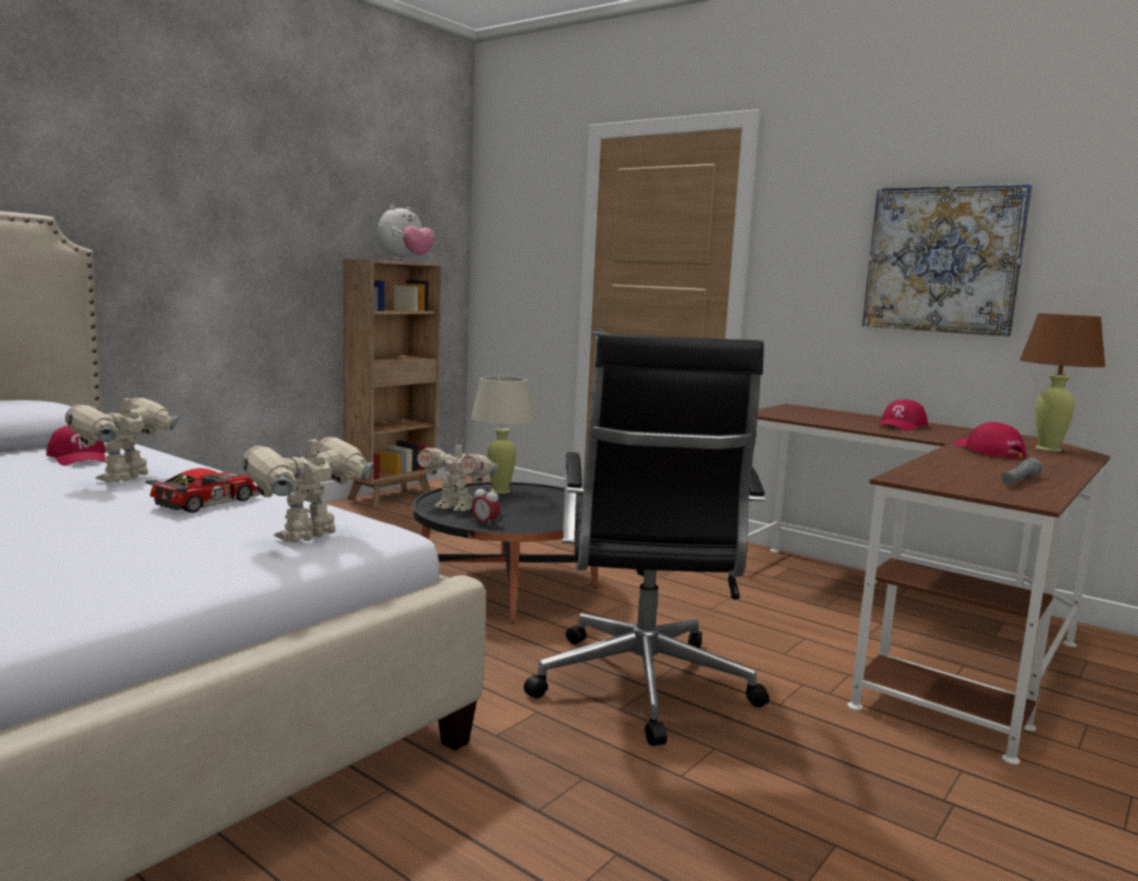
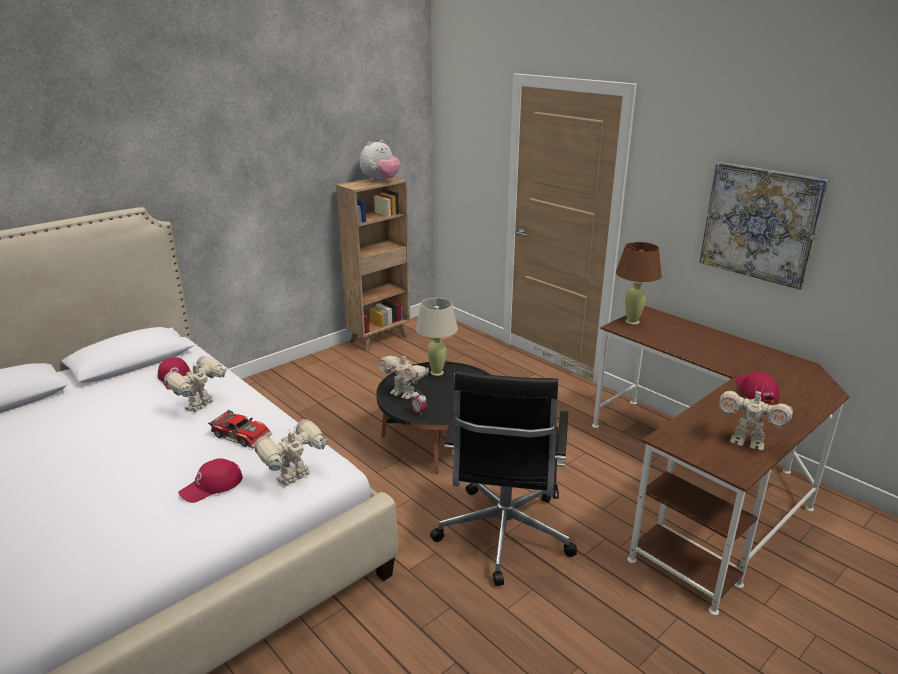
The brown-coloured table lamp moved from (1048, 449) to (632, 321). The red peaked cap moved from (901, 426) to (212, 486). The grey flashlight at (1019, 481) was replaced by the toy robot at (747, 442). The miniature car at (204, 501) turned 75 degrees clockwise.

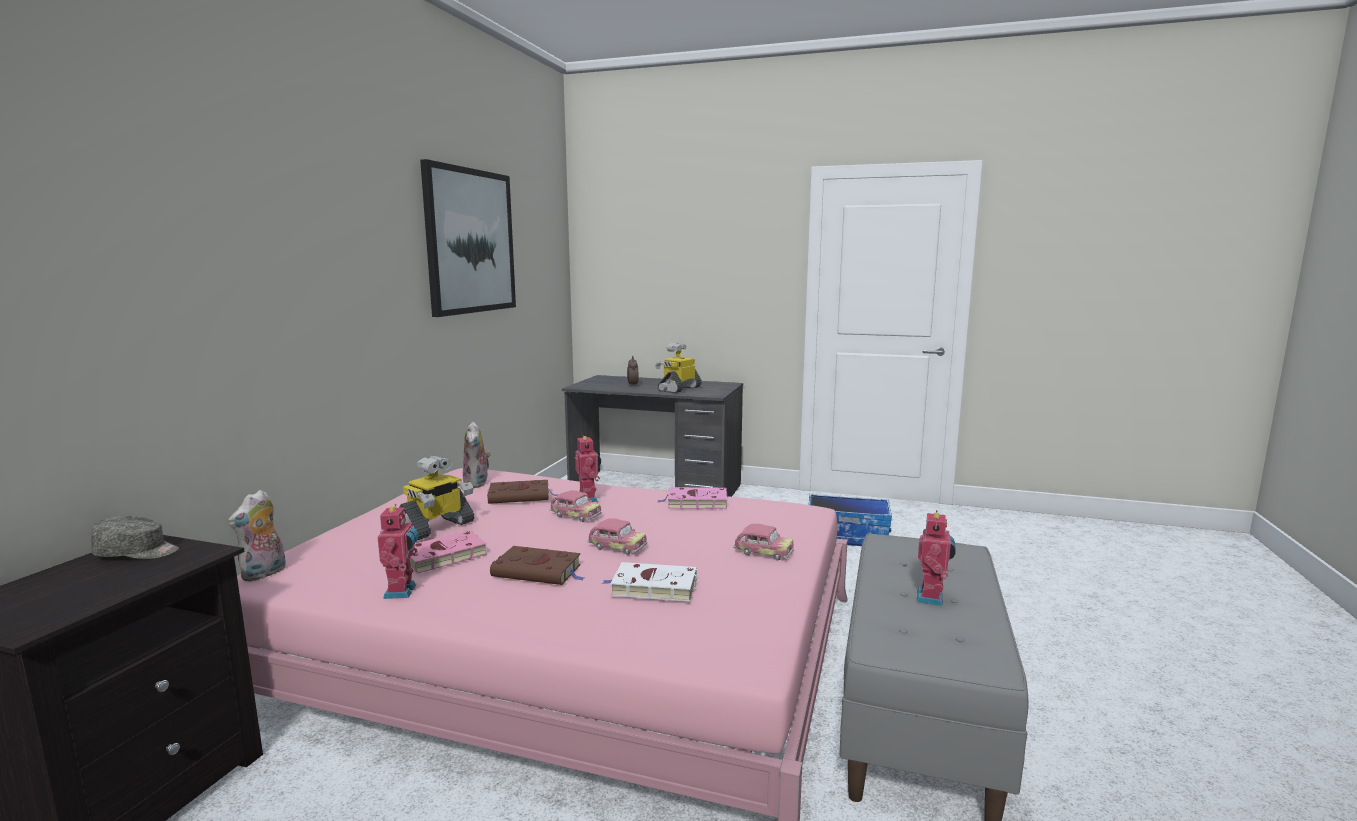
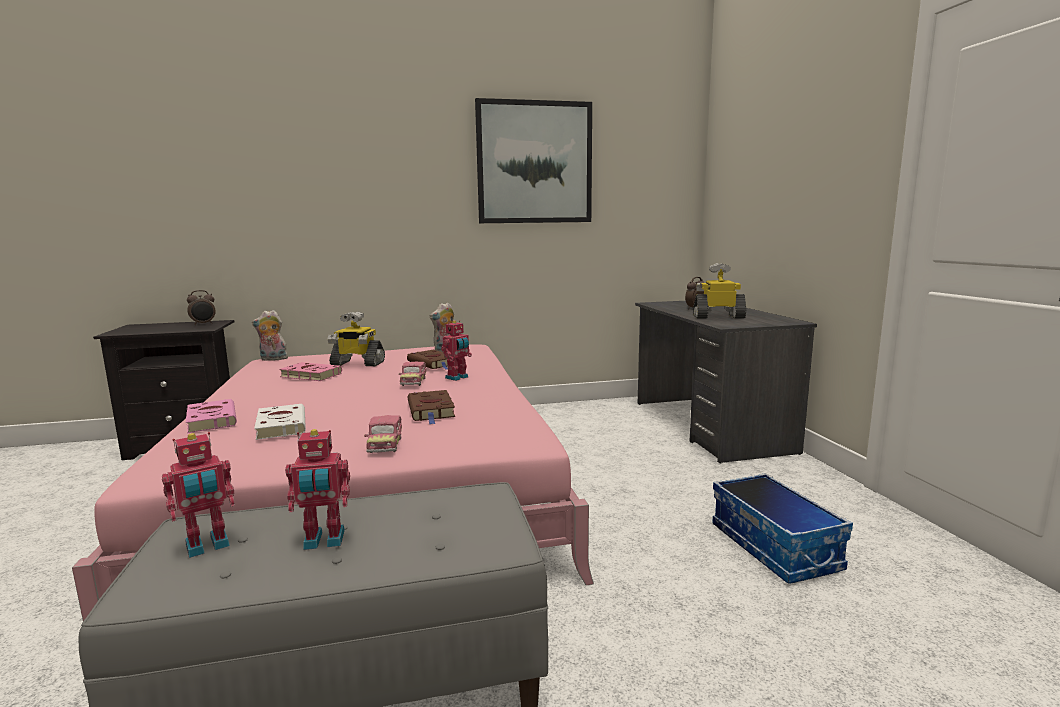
The pinkish book moved from (695, 502) to (211, 419). The toy robot moved from (402, 591) to (208, 546). The grey peaked cap at (138, 553) was replaced by the alarm clock at (203, 324). The miniature car at (617, 547) disappeared. The brown-coloured book moved from (539, 571) to (431, 410).

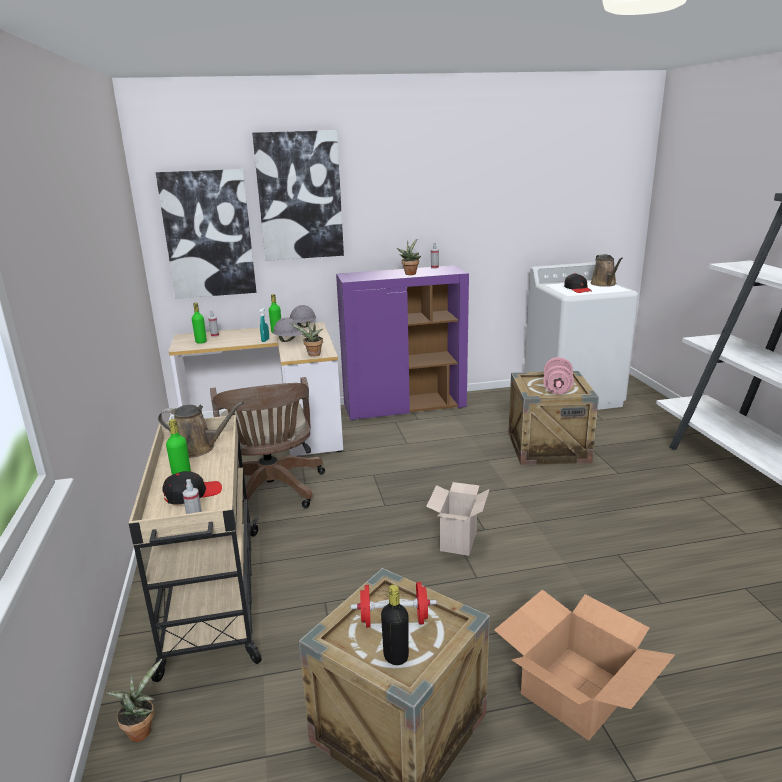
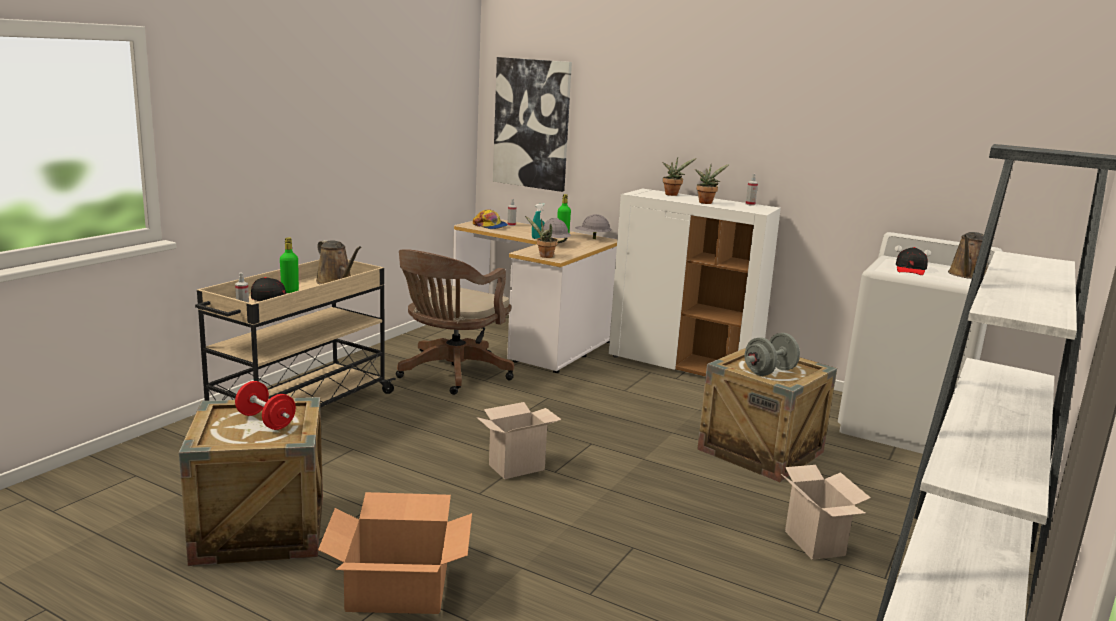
The wall picture at (299, 196) disappeared. The purple-coloured cabinet at (405, 407) became the white-coloured cabinet at (684, 365). The green-coloured bottle at (201, 342) was replaced by the peaked cap at (490, 226). The pinkish hand weight at (557, 388) became the grey hand weight at (769, 371). The black bottle at (396, 657) disappeared. The potted plant moved from (141, 729) to (672, 194). The carton at (817, 544) appeared.

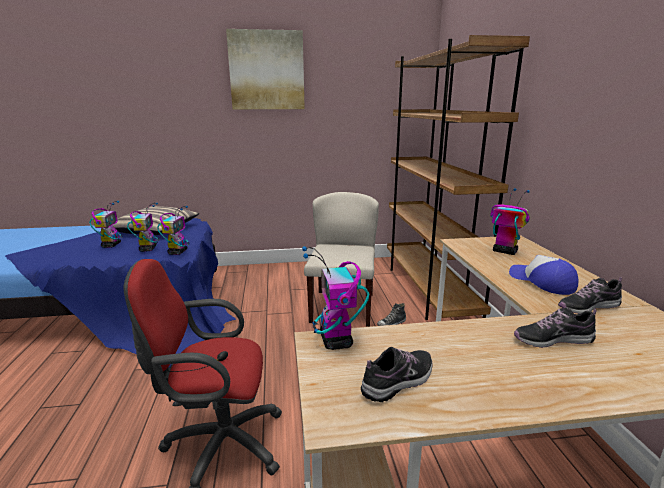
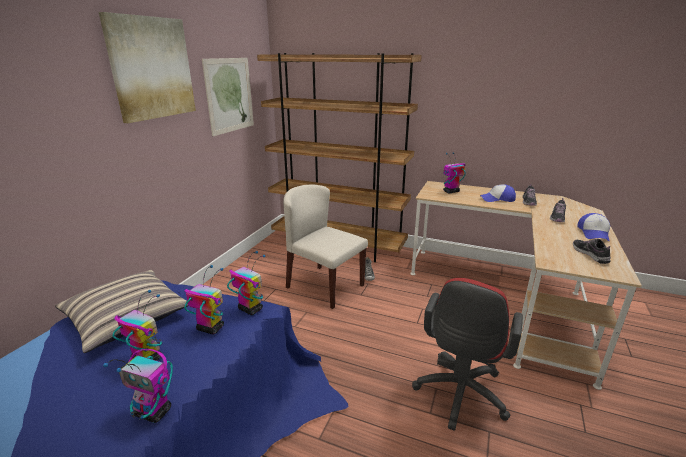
The toy robot moved from (336, 341) to (154, 412). The wall picture at (229, 95) appeared. The peaked cap at (594, 233) appeared.

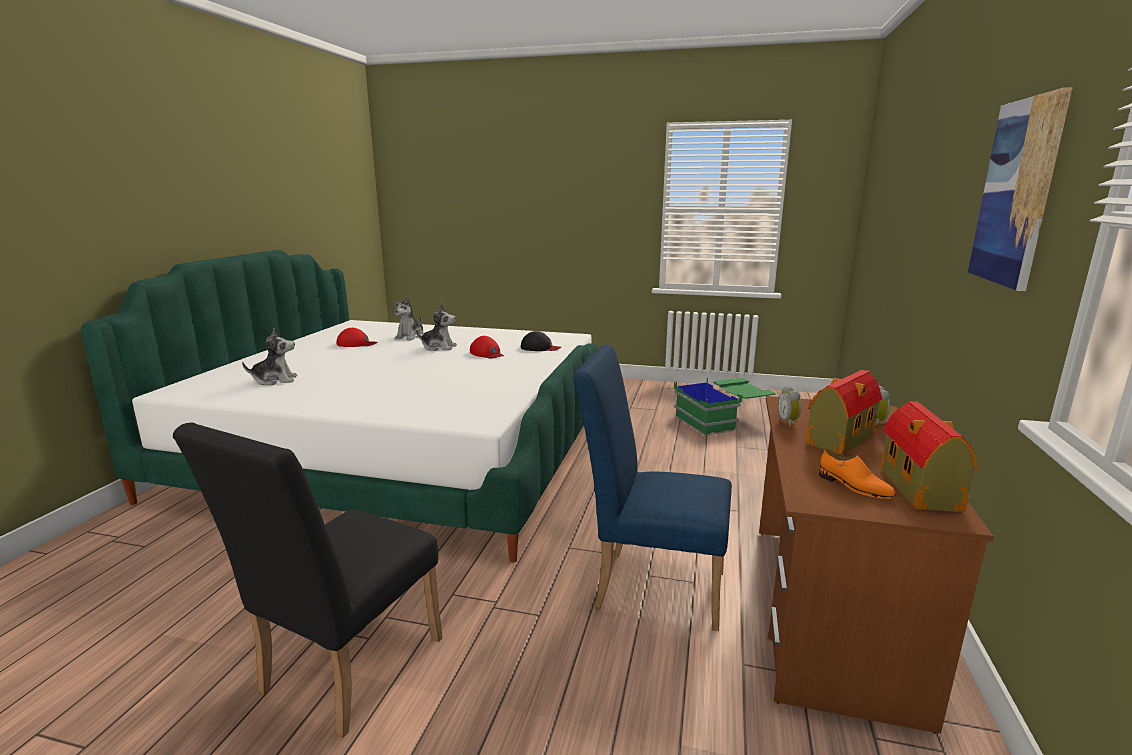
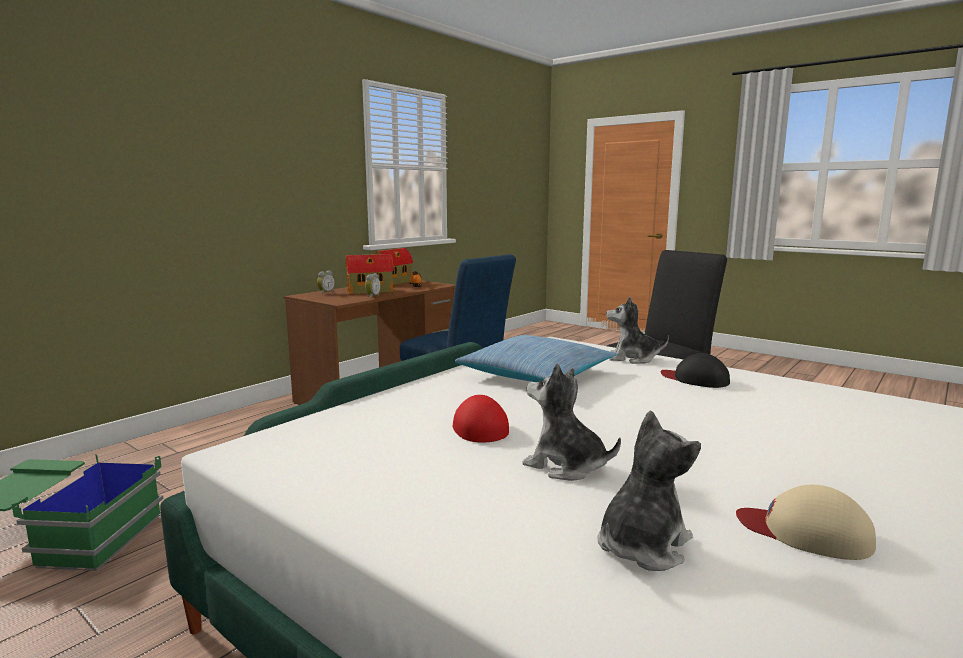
The wall picture at (1016, 193) disappeared. The soft toy moved from (275, 380) to (632, 358). The red peaked cap at (356, 344) became the beige peaked cap at (805, 532). The black peaked cap moved from (540, 348) to (695, 379). The throw pillow at (537, 375) appeared.

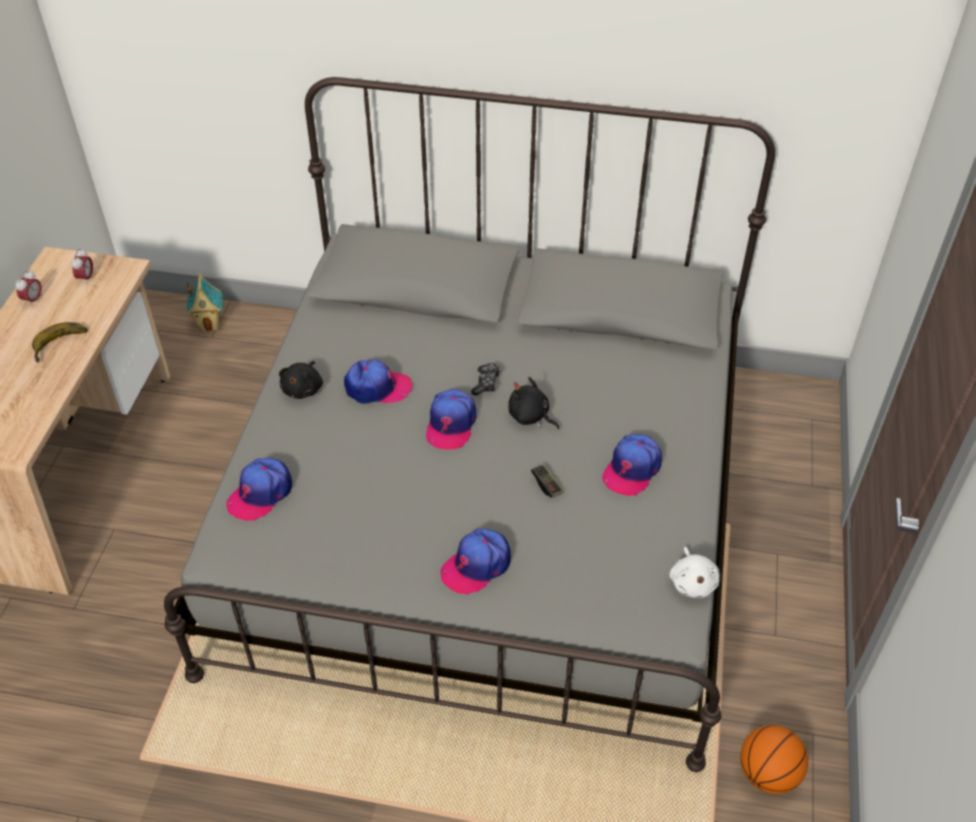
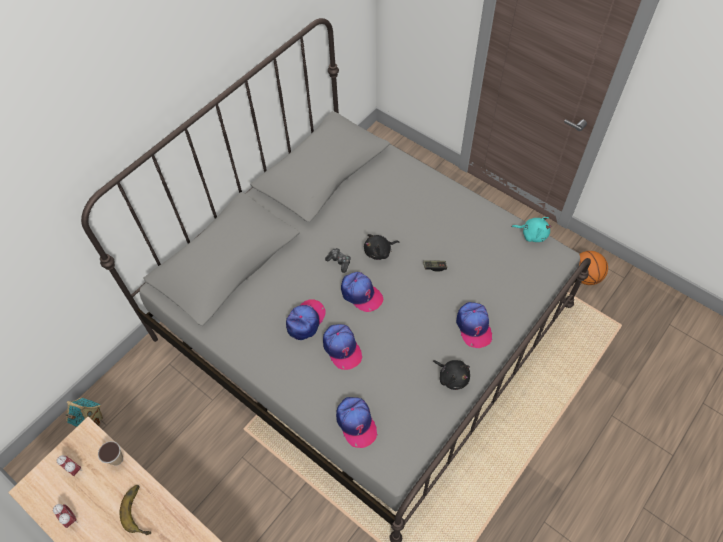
The black soft toy moved from (303, 388) to (452, 377). The peaked cap moved from (631, 469) to (342, 348). The white-coloured soft toy at (692, 582) became the blue-green soft toy at (532, 234). The cup at (117, 459) appeared.

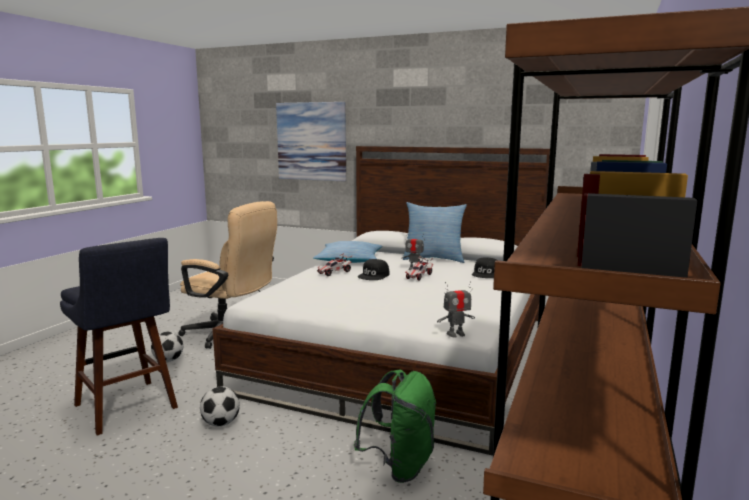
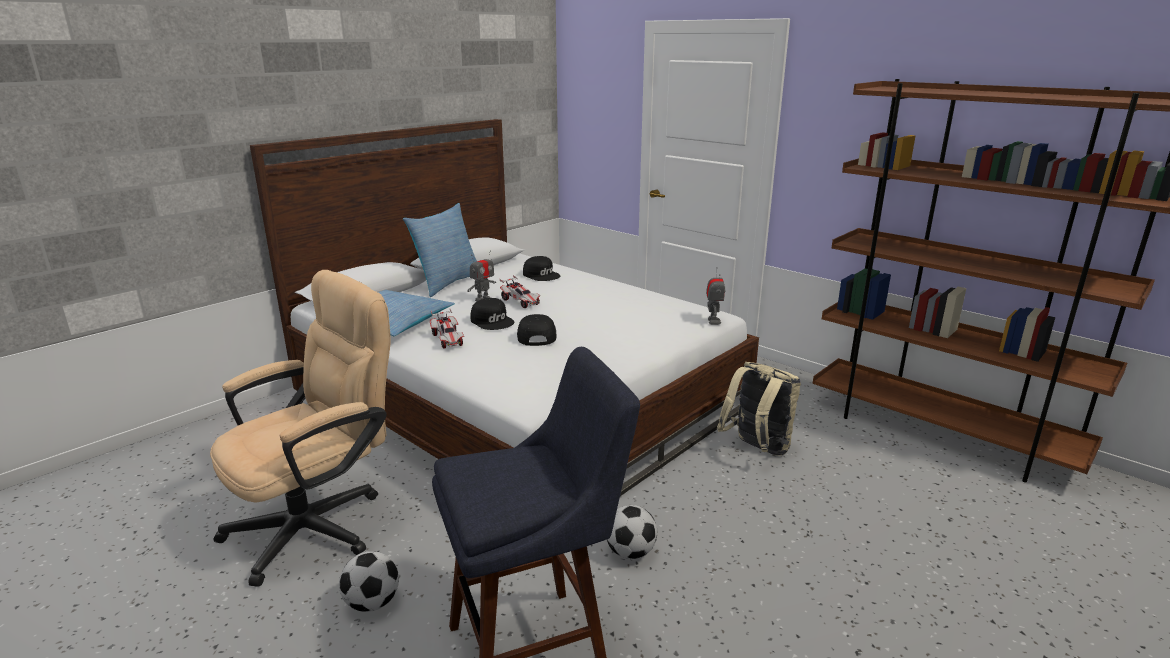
The wall picture at (311, 141) disappeared. The green-coloured backpack at (400, 466) became the beige backpack at (757, 449). The black peaked cap at (535, 336) appeared.

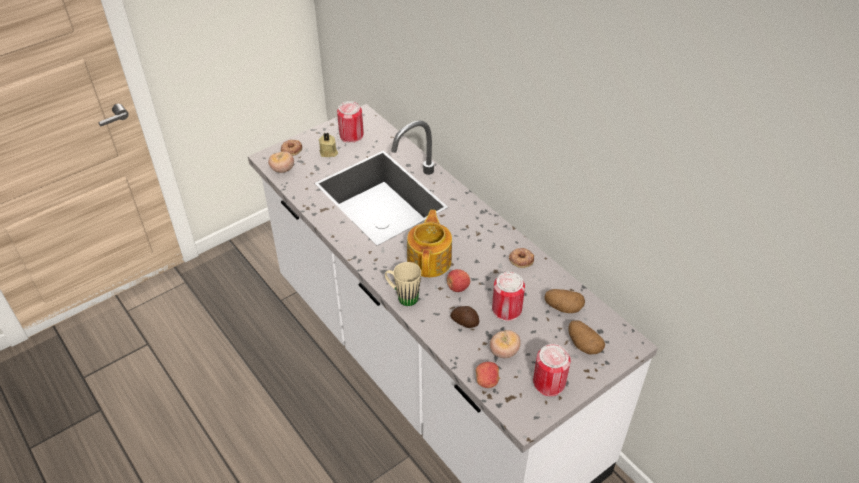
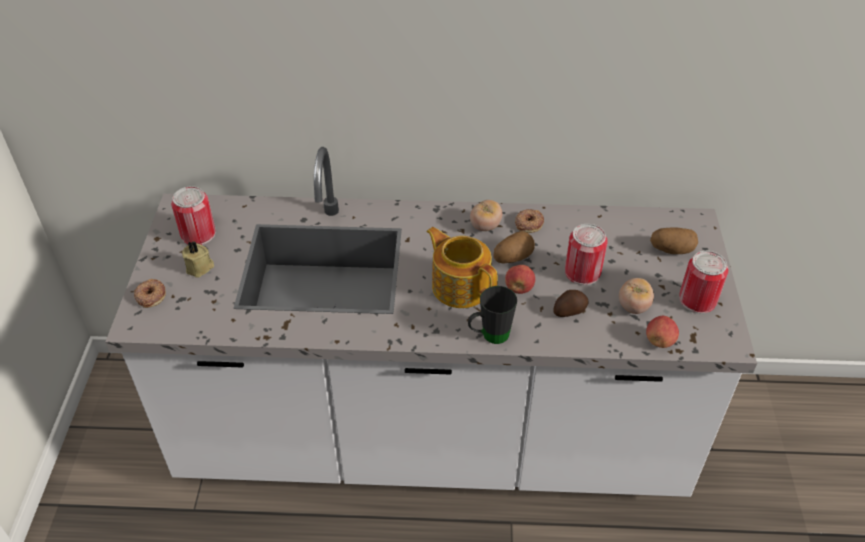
The fresh tomato moved from (282, 169) to (485, 226). The beige coffee mug at (403, 296) became the black coffee mug at (489, 336). The potato moved from (563, 307) to (512, 257).

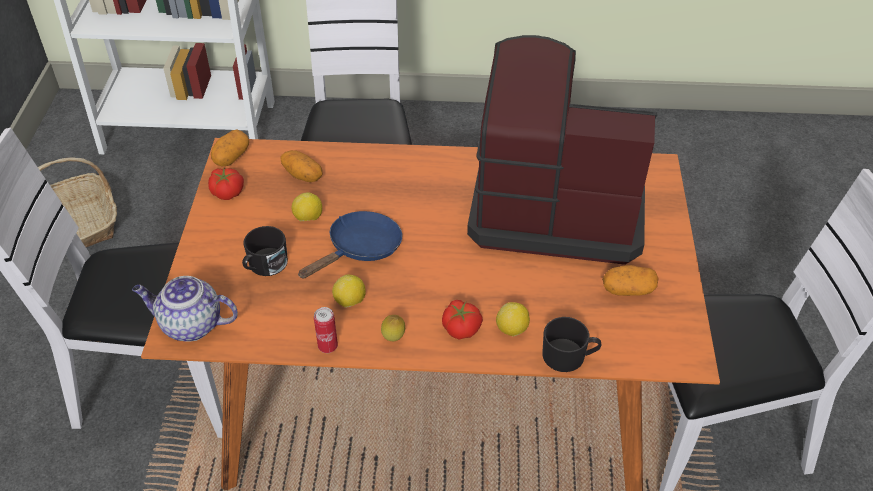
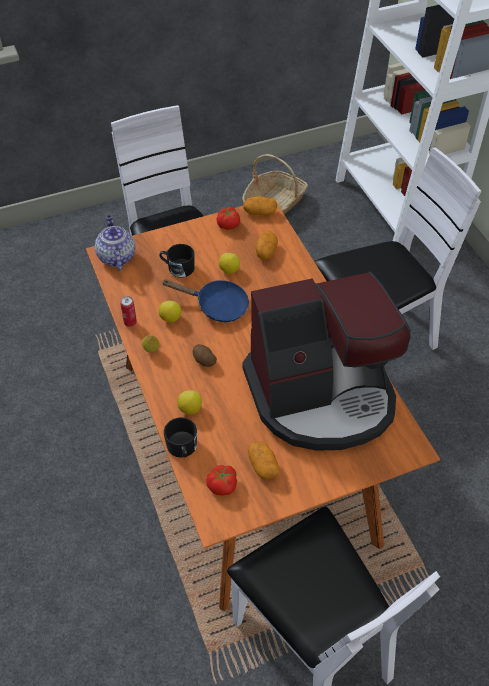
The coffee maker at (554, 207) turned 90 degrees clockwise. The fresh tomato moved from (461, 327) to (223, 485). The potato at (204, 360) appeared.

